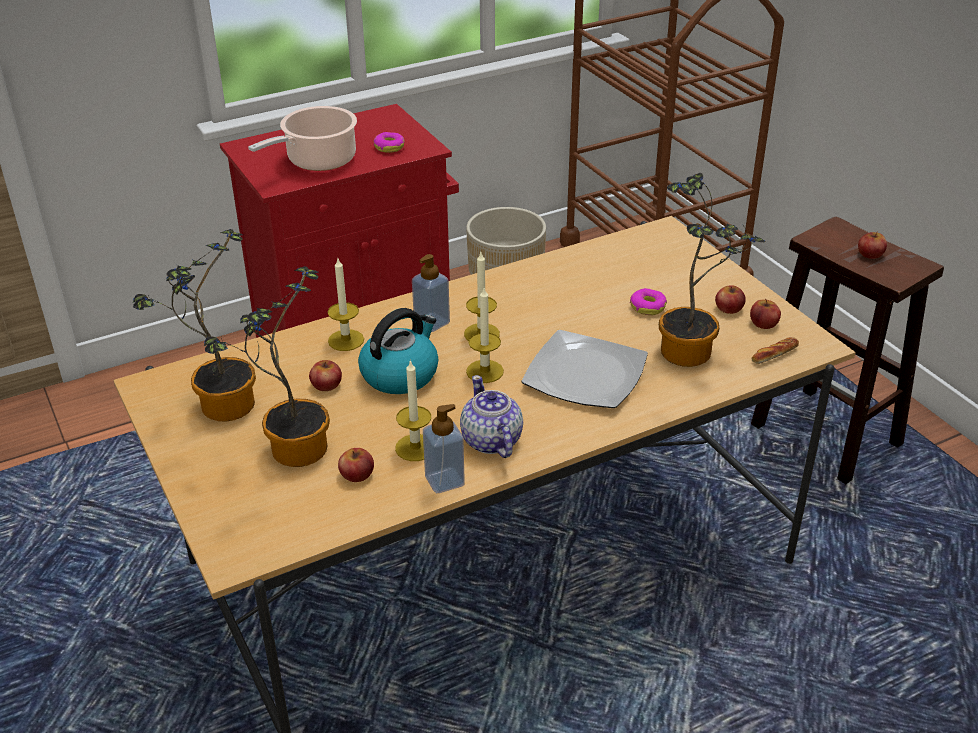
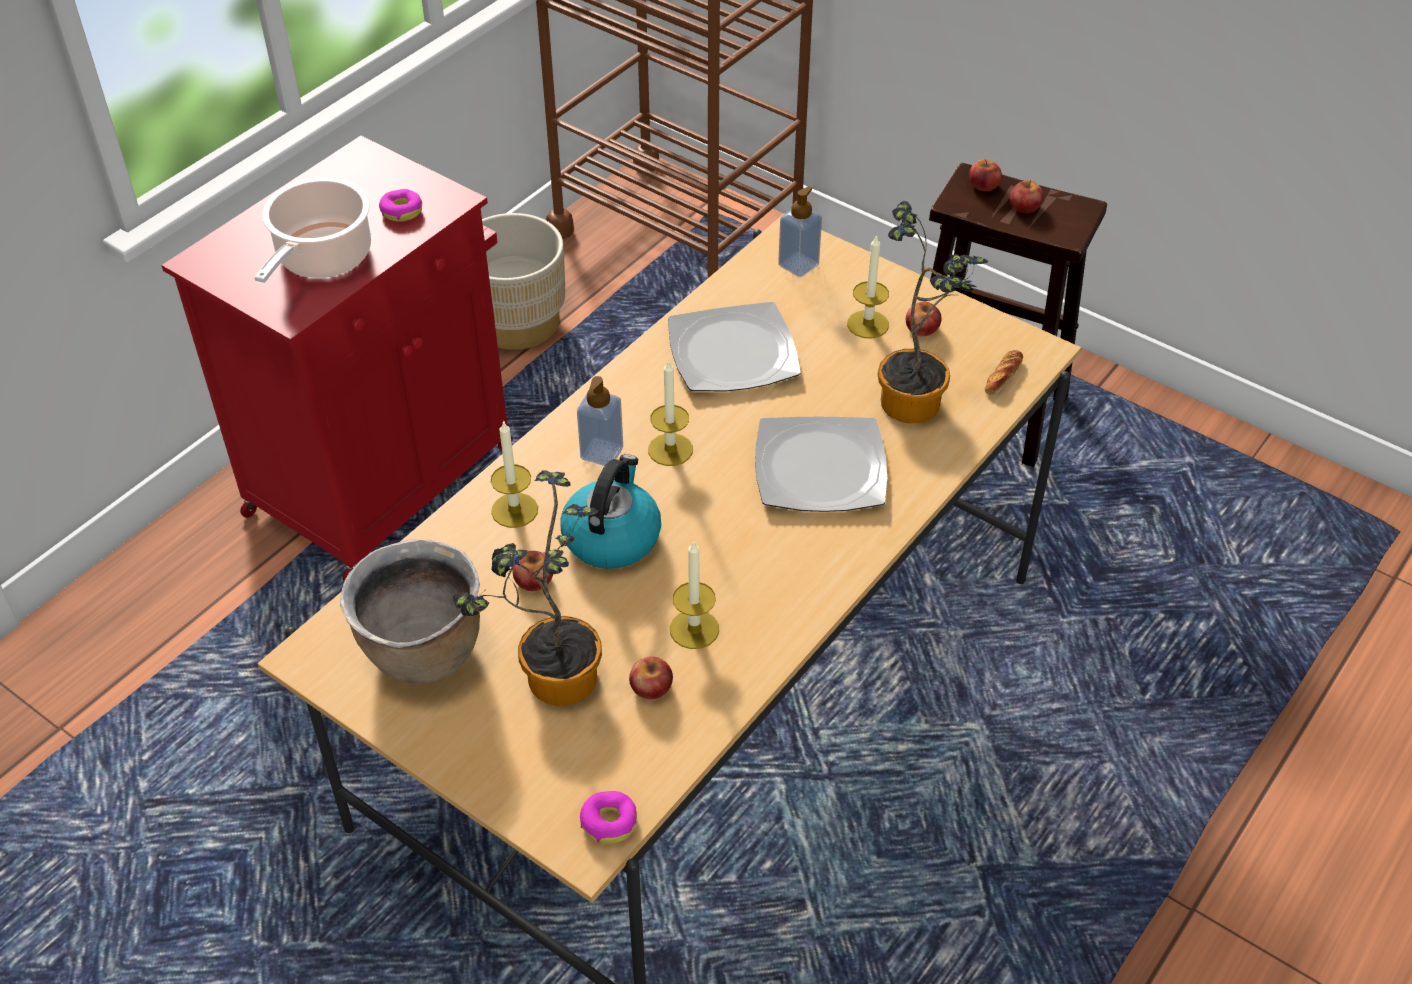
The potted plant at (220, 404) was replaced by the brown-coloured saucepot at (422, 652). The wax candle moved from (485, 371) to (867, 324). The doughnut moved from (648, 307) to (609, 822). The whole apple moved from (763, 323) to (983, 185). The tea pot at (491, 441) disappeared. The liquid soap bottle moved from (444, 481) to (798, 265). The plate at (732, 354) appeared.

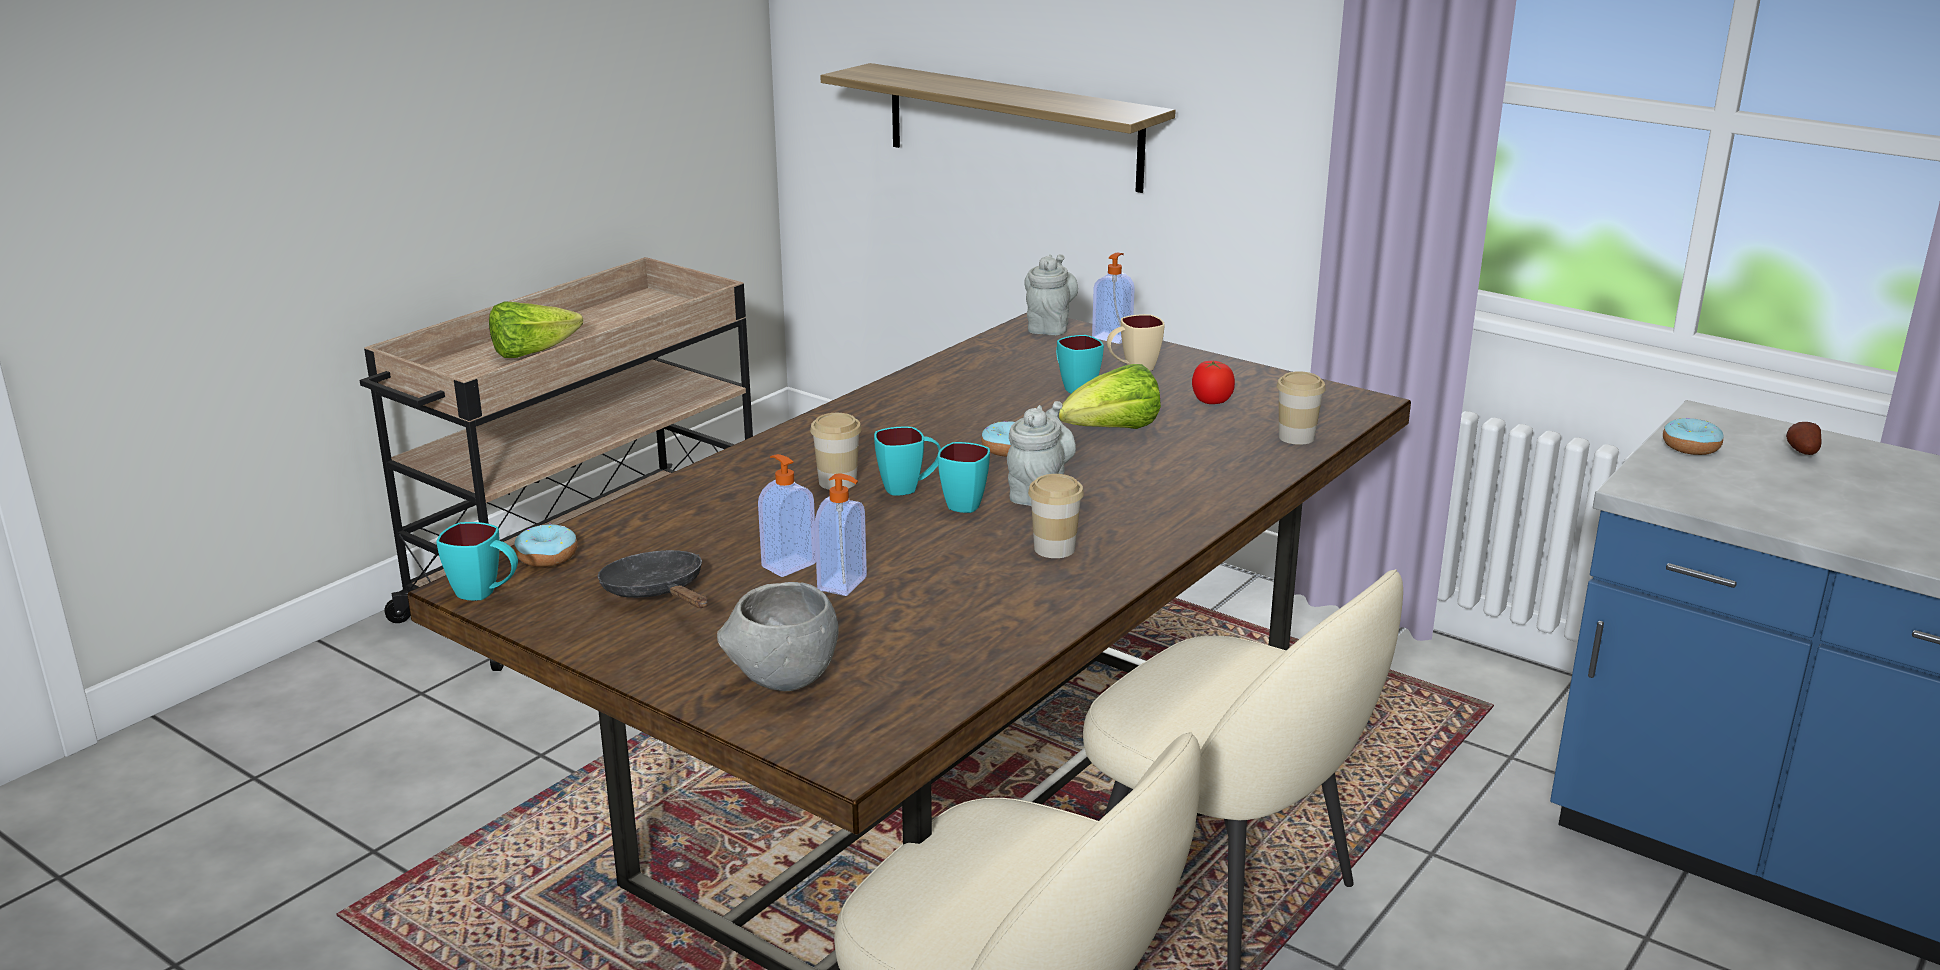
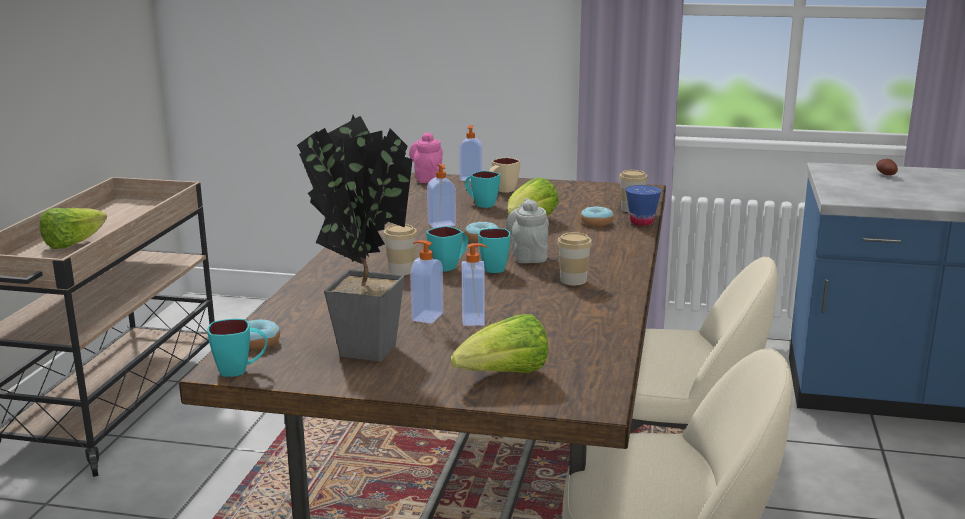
The bracket shelf at (1013, 126) disappeared. The grey tea pot at (1049, 327) became the pinkish tea pot at (427, 178). The fresh tomato at (1211, 401) disappeared. The doughnut moved from (1690, 447) to (596, 222). The black frying pan at (657, 592) was replaced by the potted plant at (361, 347). The grey bowl at (783, 682) was replaced by the lettuce at (504, 375). The liquid soap bottle at (442, 225) appeared. The blue-coloured cup at (641, 222) appeared.

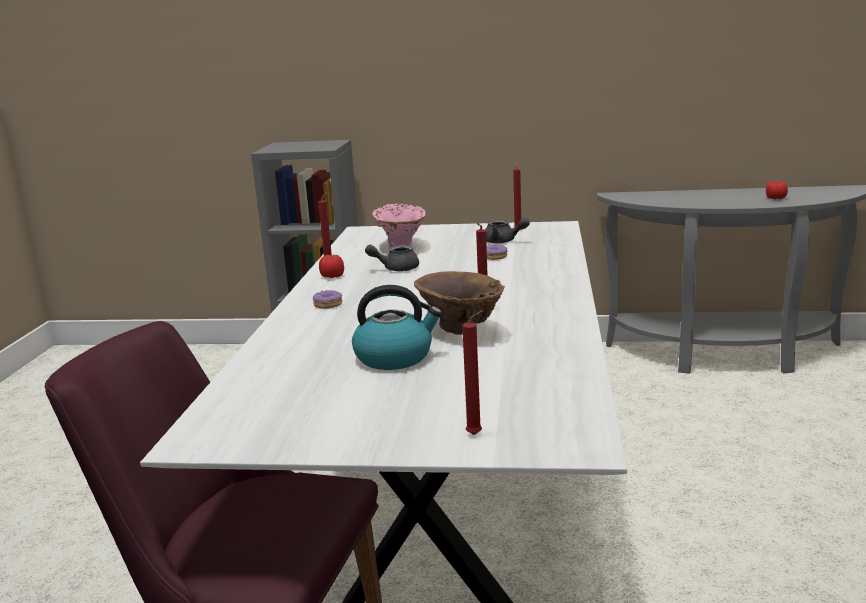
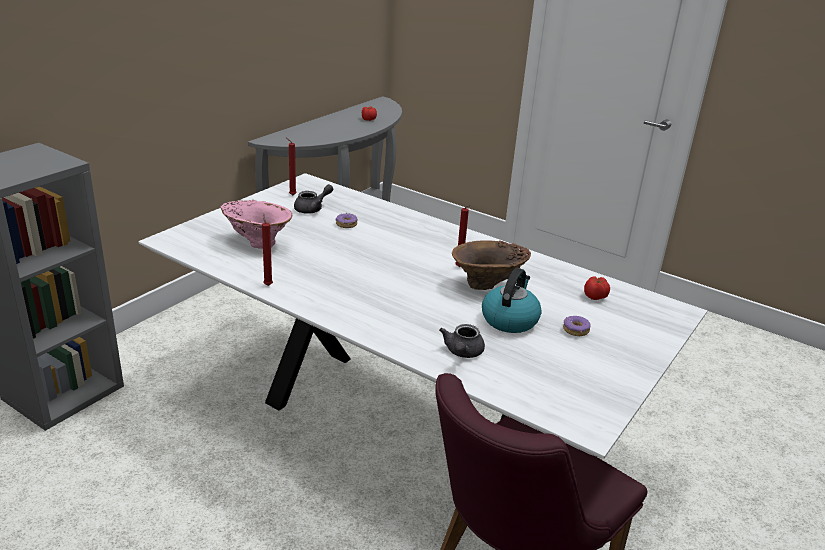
The grey tea pot moved from (396, 268) to (462, 353). The fresh tomato moved from (332, 276) to (595, 297). The doughnut moved from (327, 305) to (575, 330). The red wax candle at (476, 434) disappeared.

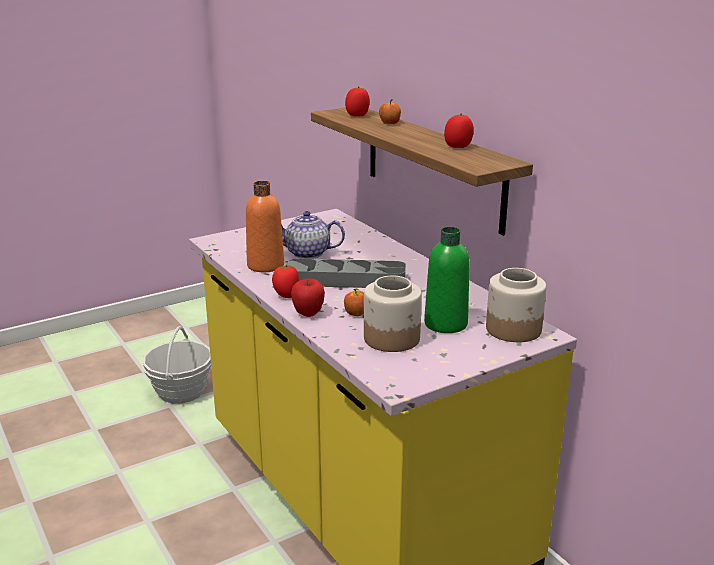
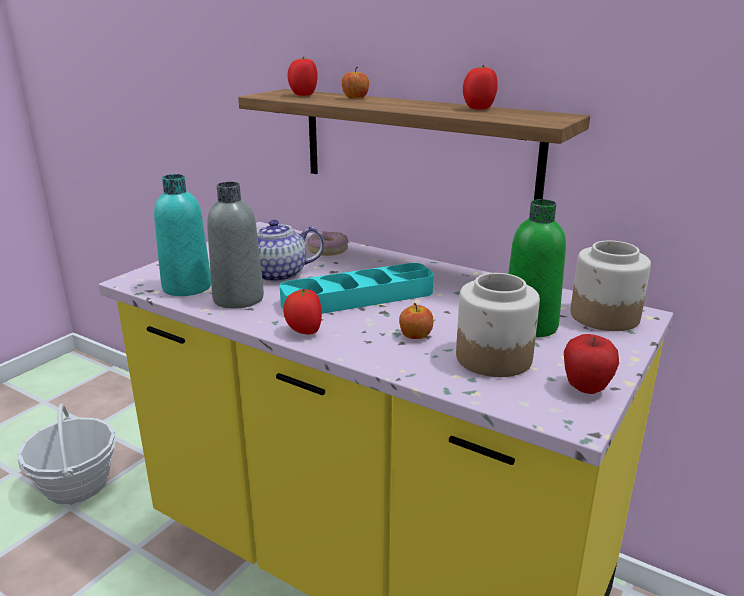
The orange-coloured bottle at (265, 266) became the grey bottle at (238, 299). The grey carrying tray at (346, 280) became the blue-green carrying tray at (358, 298). The whole apple moved from (308, 313) to (586, 388). The blue-green bottle at (187, 287) appeared. The doughnut at (328, 250) appeared.

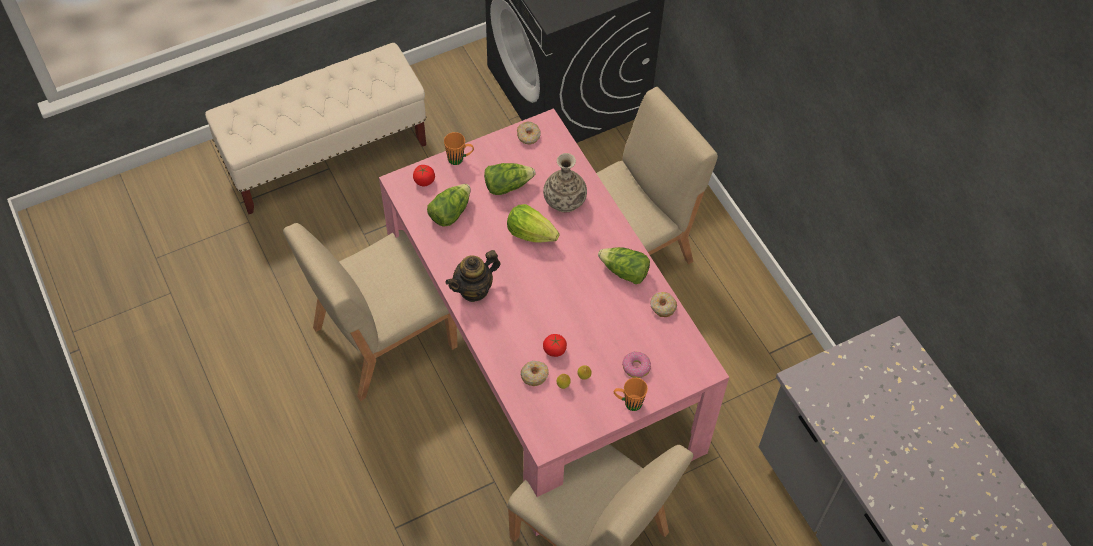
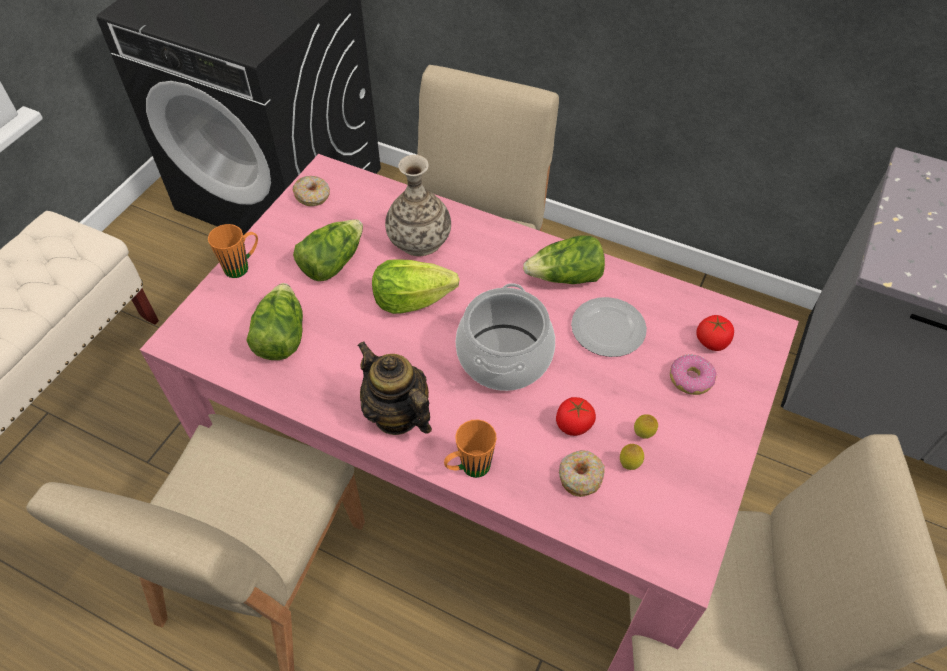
The fresh tomato moved from (424, 180) to (712, 341). The tea pot at (474, 289) turned 120 degrees clockwise. The doughnut at (662, 307) disappeared. The orange-coloured coffee mug moved from (628, 403) to (469, 468). The saucepot at (503, 357) appeared. The plate at (608, 330) appeared.

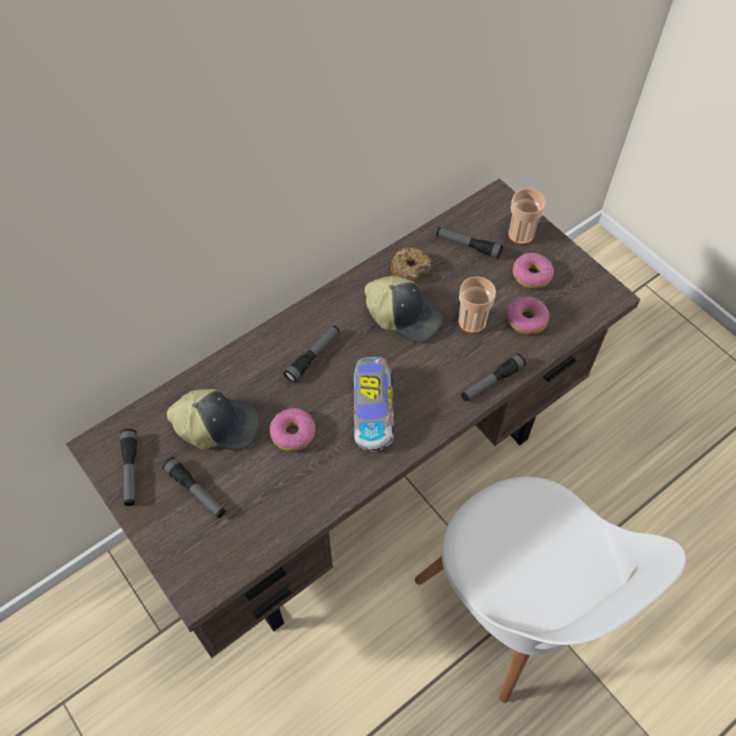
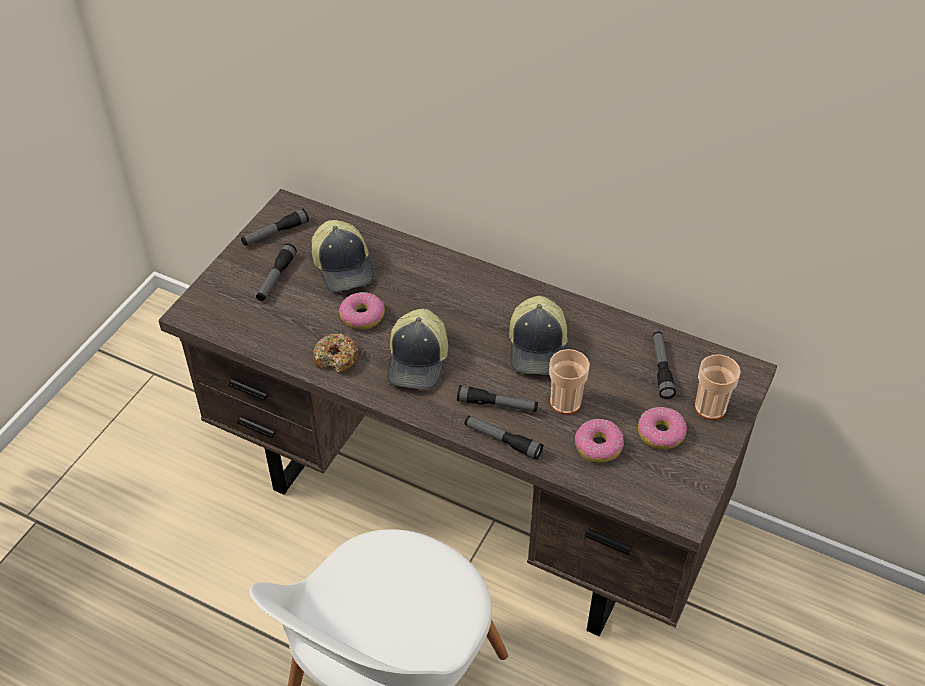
The doughnut moved from (410, 269) to (336, 358). The flashlight moved from (313, 356) to (497, 405). The miniature car at (372, 409) was replaced by the peaked cap at (419, 361).

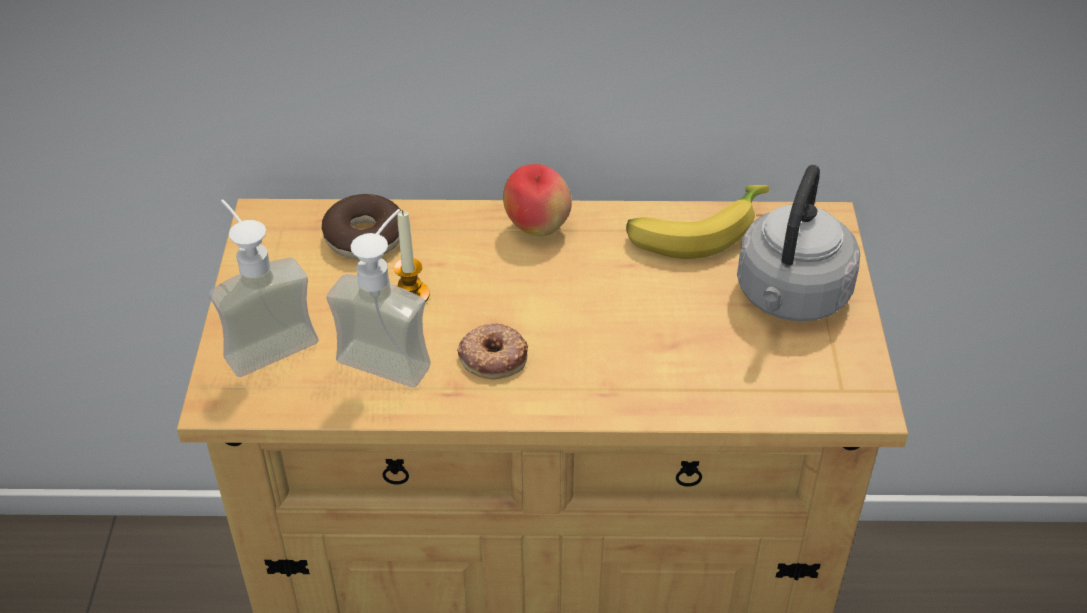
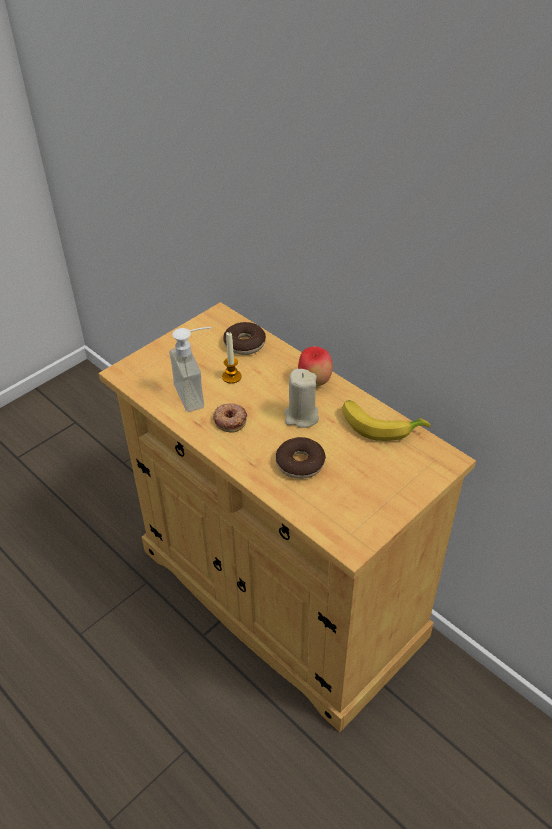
The grey kettle at (790, 298) disappeared. The liquid soap bottle at (263, 339) disappeared. The beige wax candle at (301, 416) appeared. The doughnut at (300, 463) appeared.

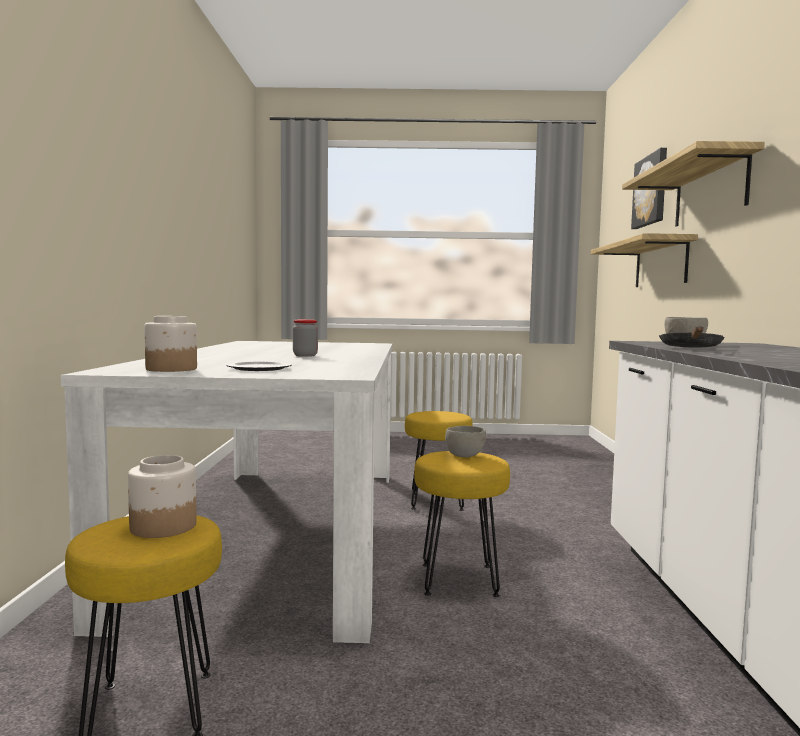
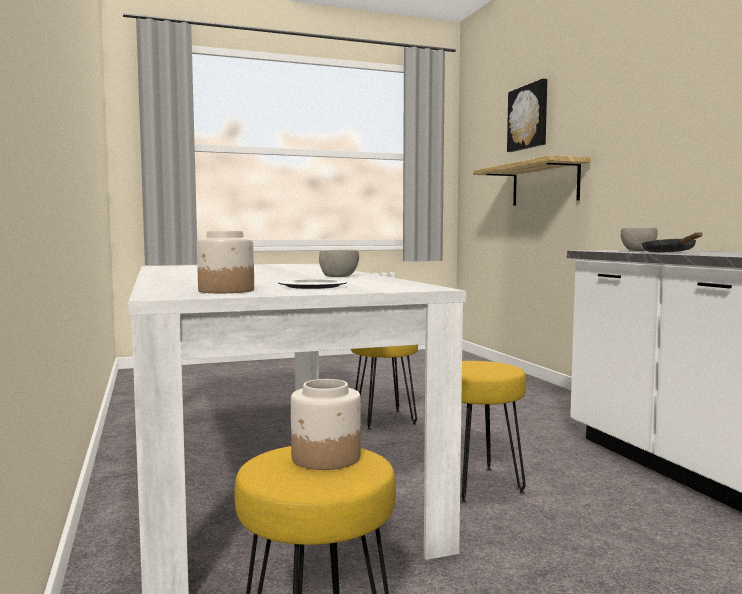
The bracket shelf at (710, 191) disappeared. The jar at (305, 355) disappeared. The grey bowl moved from (464, 455) to (338, 276).

